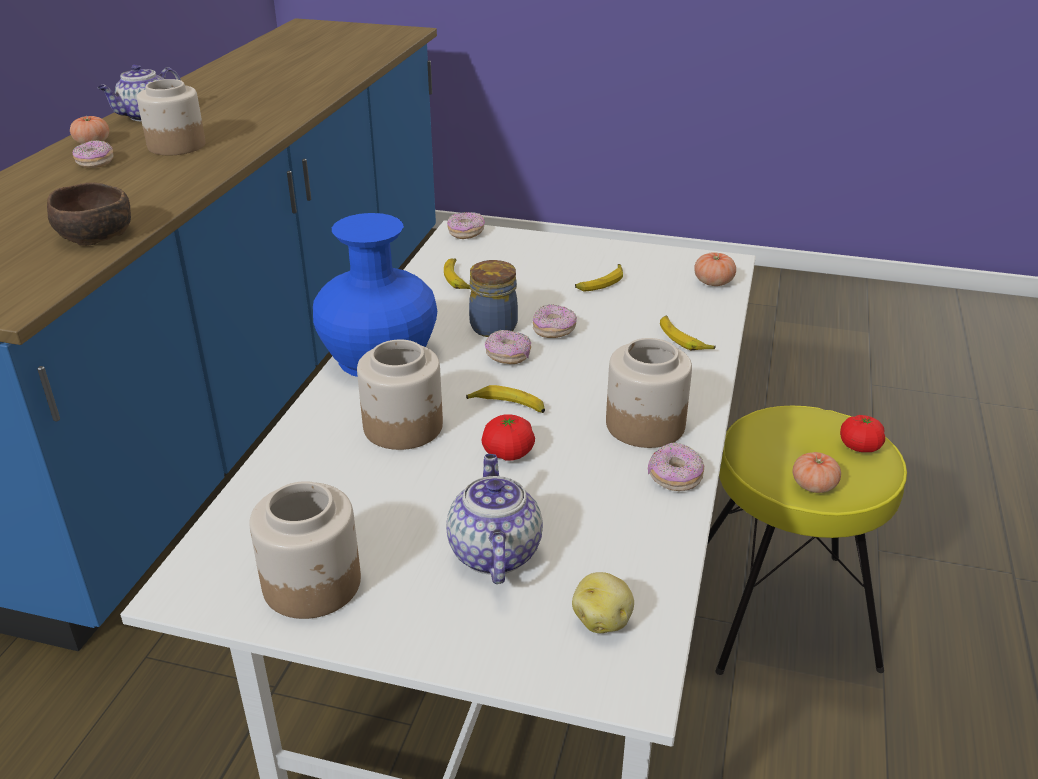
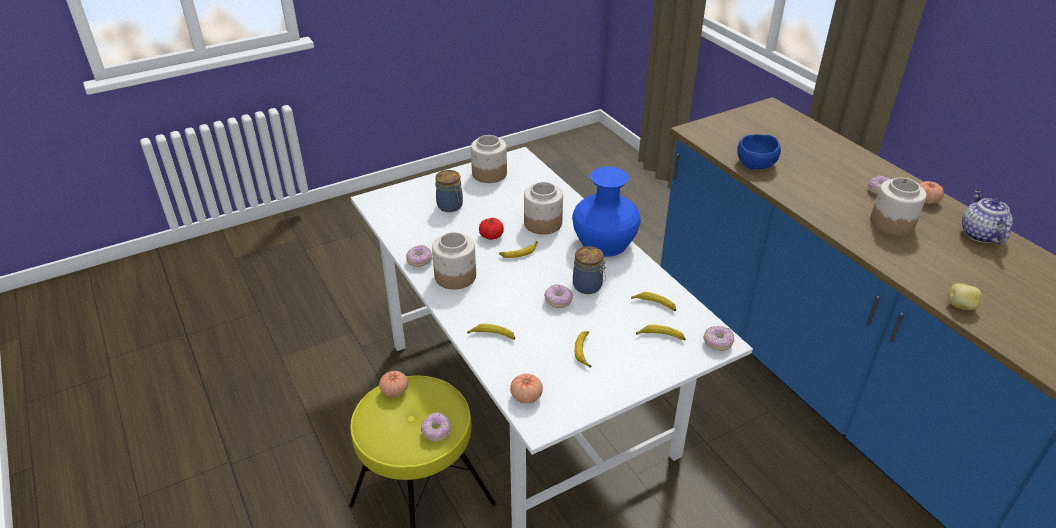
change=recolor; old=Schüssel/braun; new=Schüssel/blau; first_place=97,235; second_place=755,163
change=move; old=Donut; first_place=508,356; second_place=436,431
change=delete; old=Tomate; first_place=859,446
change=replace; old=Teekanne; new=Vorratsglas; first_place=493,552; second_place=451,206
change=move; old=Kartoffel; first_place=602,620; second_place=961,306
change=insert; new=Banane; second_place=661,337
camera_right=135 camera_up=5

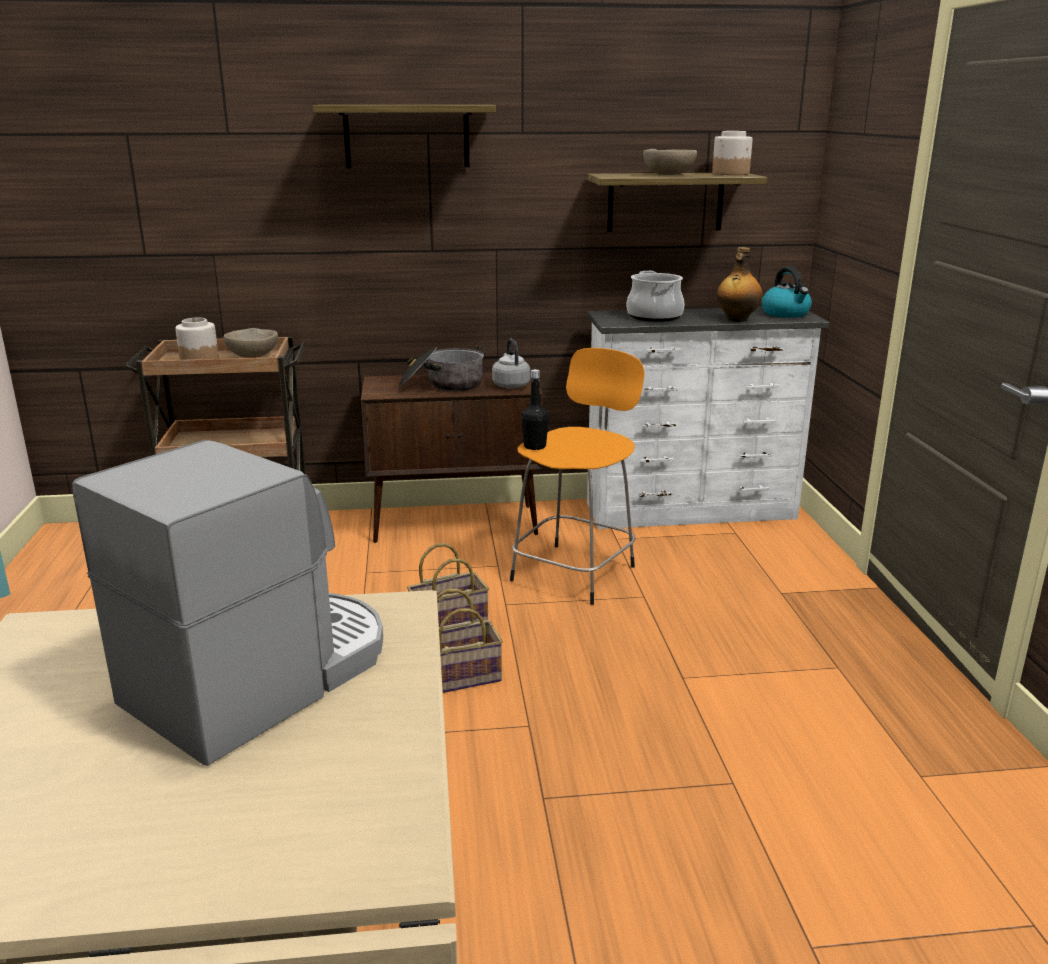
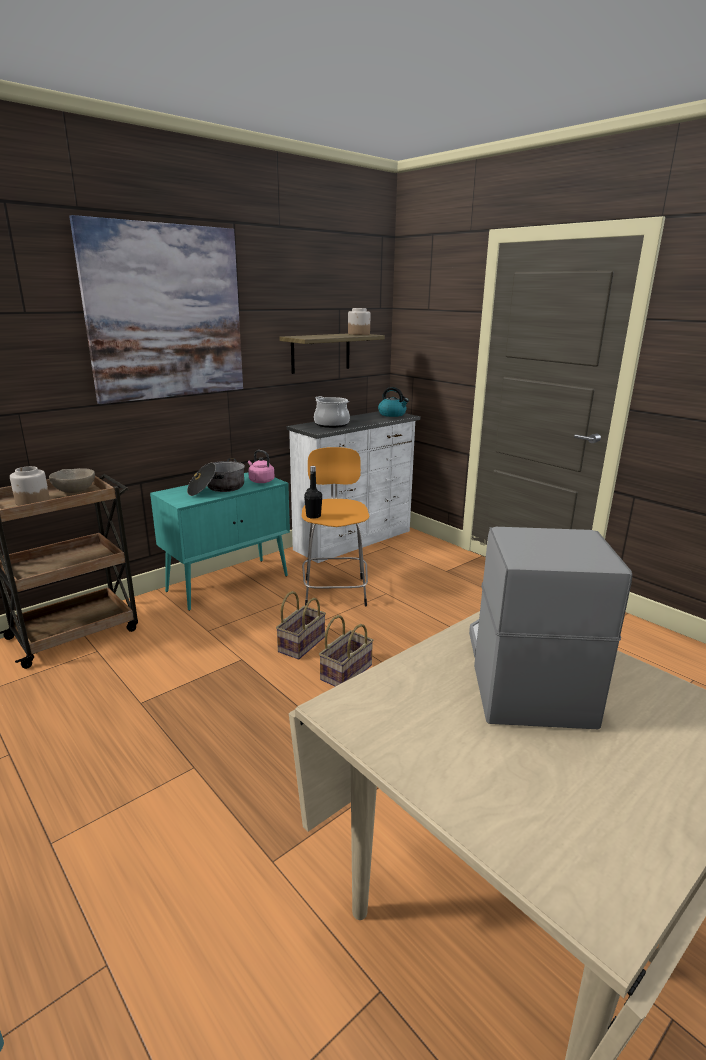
change=replace; old=Wandregal; new=Bild; first_place=406,136; second_place=166,313
change=delete; old=Schüssel/beige; first_place=669,175
change=delete; old=Flasche; first_place=736,320
change=recolor; old=Wasserkessel/grau; new=Wasserkessel/rosa; first_place=510,385; second_place=260,481
change=recolor; old=Schrank/braun; new=Schrank/türkis; first_place=456,524; second_place=229,583
camera_right=-35 camera_up=0

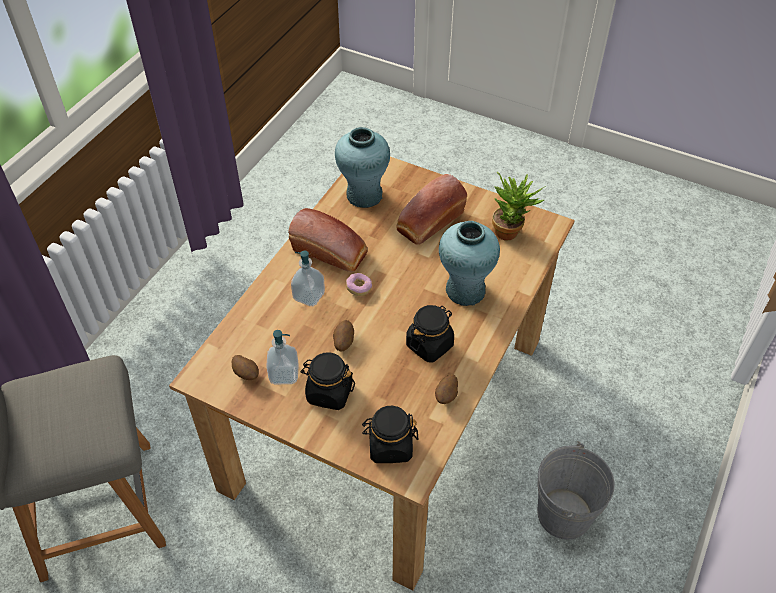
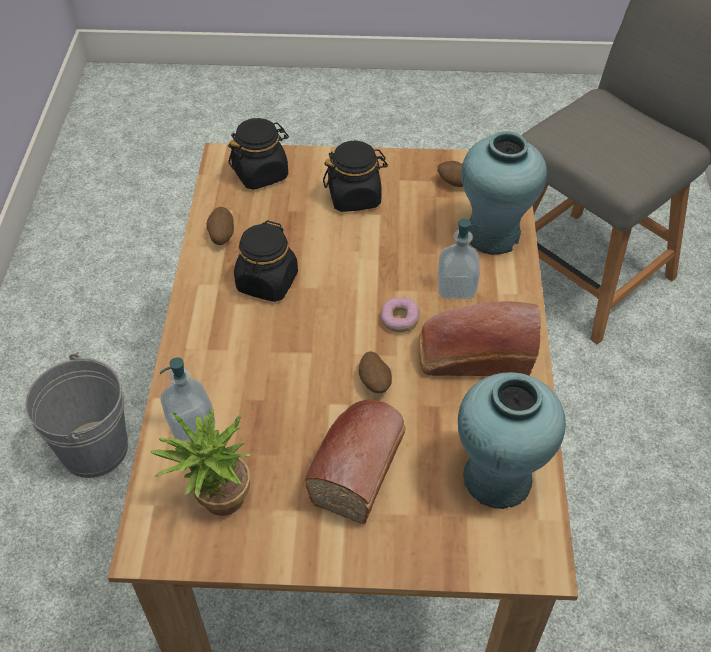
change=move; old=Vase/türkis; first_place=465,290; second_place=493,234
change=move; old=Kartoffel; first_place=343,342; second_place=375,382
change=move; old=Seifenspender; first_place=284,374; second_place=191,424
camera_right=155 camera_up=0

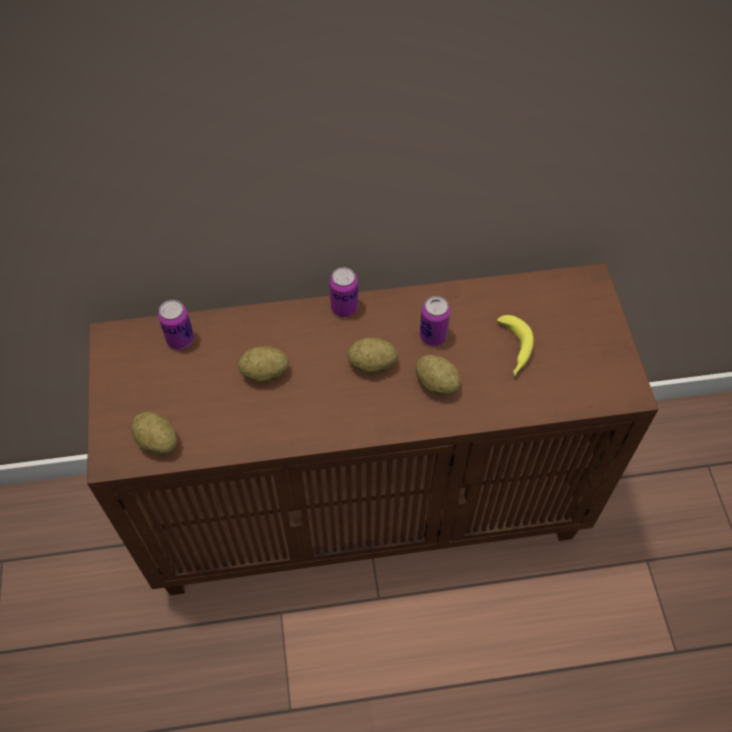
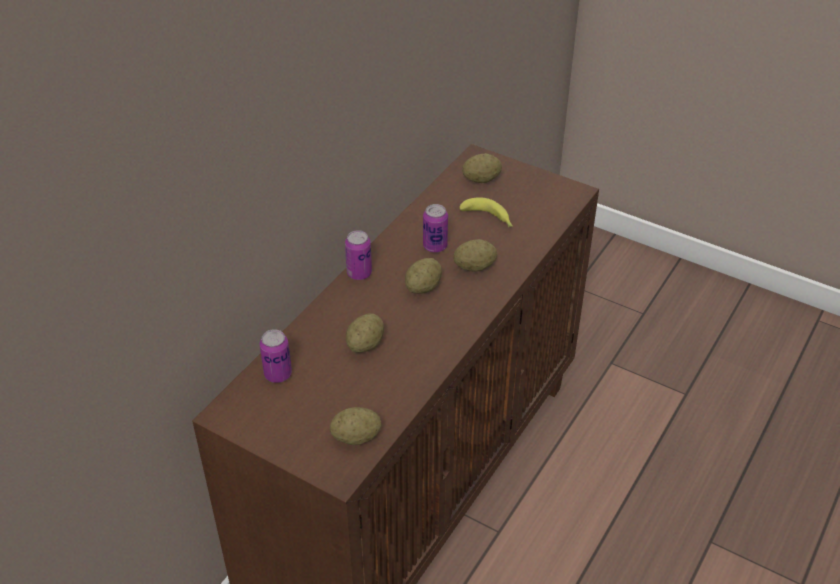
change=insert; new=Kartoffel; second_place=481,179
camera_right=-50 camera_up=-15

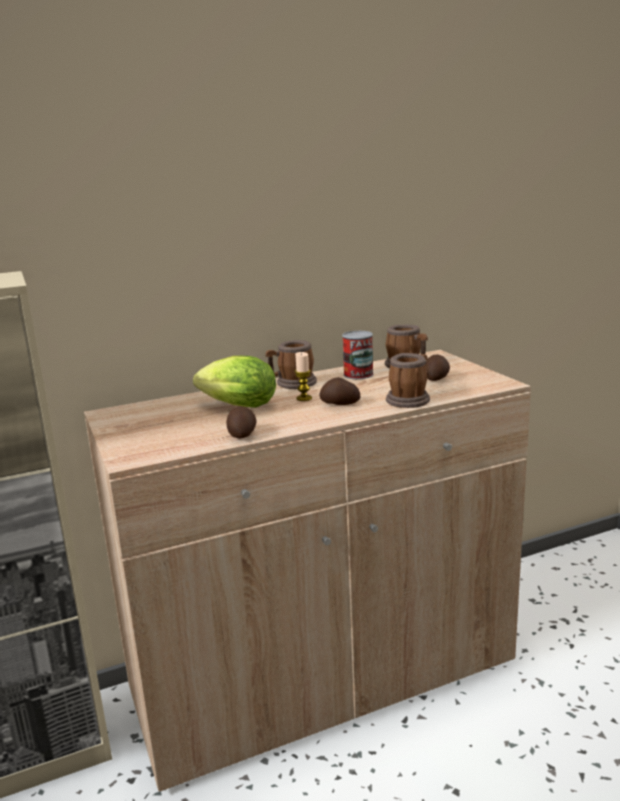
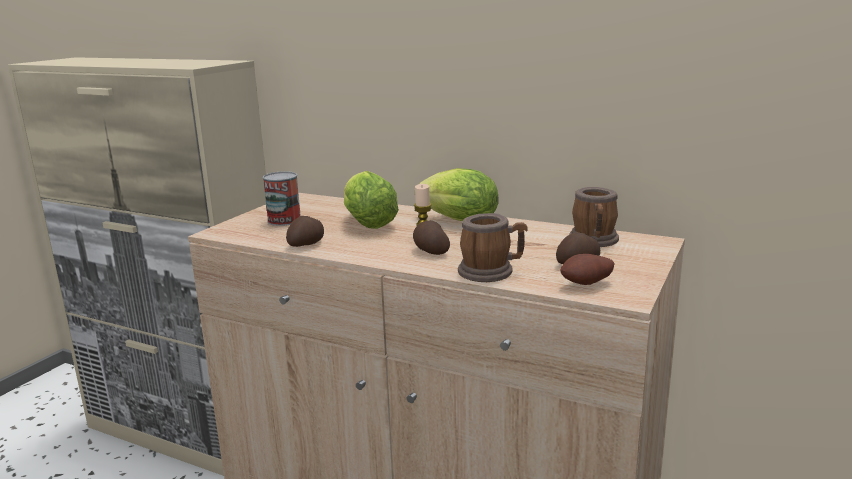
change=move; old=Dose; first_place=358,374; second_place=284,220
change=replace; old=Henkelbecher; new=Salatkopf; first_place=292,383; second_place=454,220
change=insert; new=Kartoffel; second_place=587,284
camera_right=50 camera_up=0

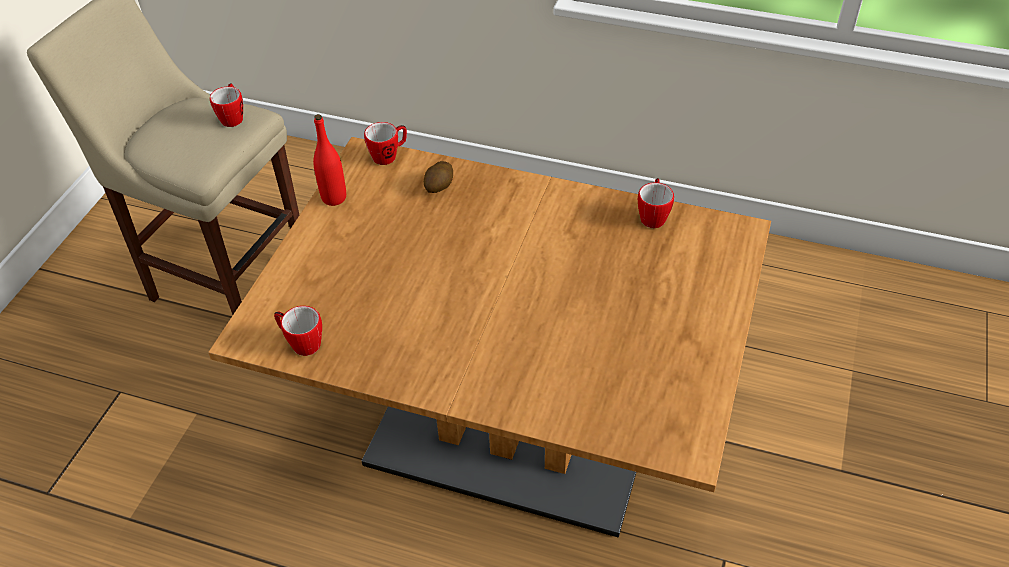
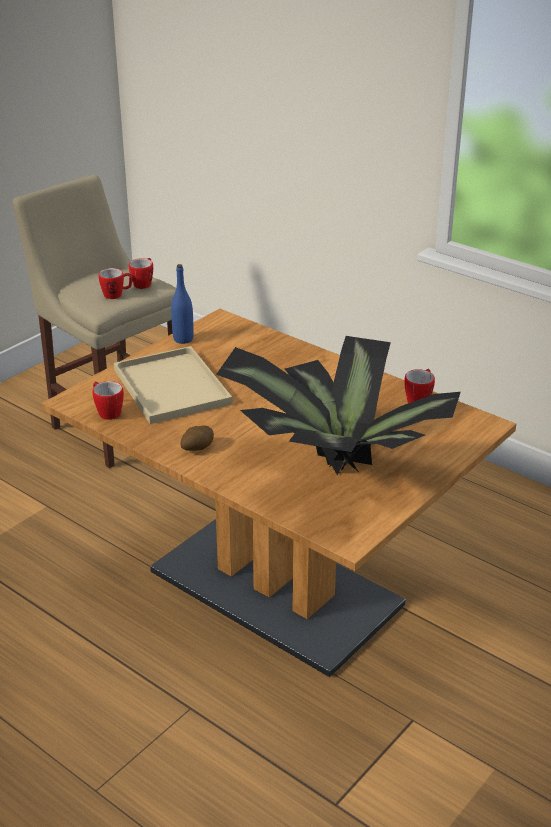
change=recolor; old=Flasche/rot; new=Flasche/blau; first_place=334,198; second_place=183,339
change=move; old=Henkelbecher; first_place=389,155; second_place=117,295
change=move; old=Kartoffel; first_place=439,186; second_place=197,448
change=insert; new=Topfpflanze; second_place=331,465
change=insert; new=Tablett/beige; second_place=169,386
camera_right=20 camera_up=-15

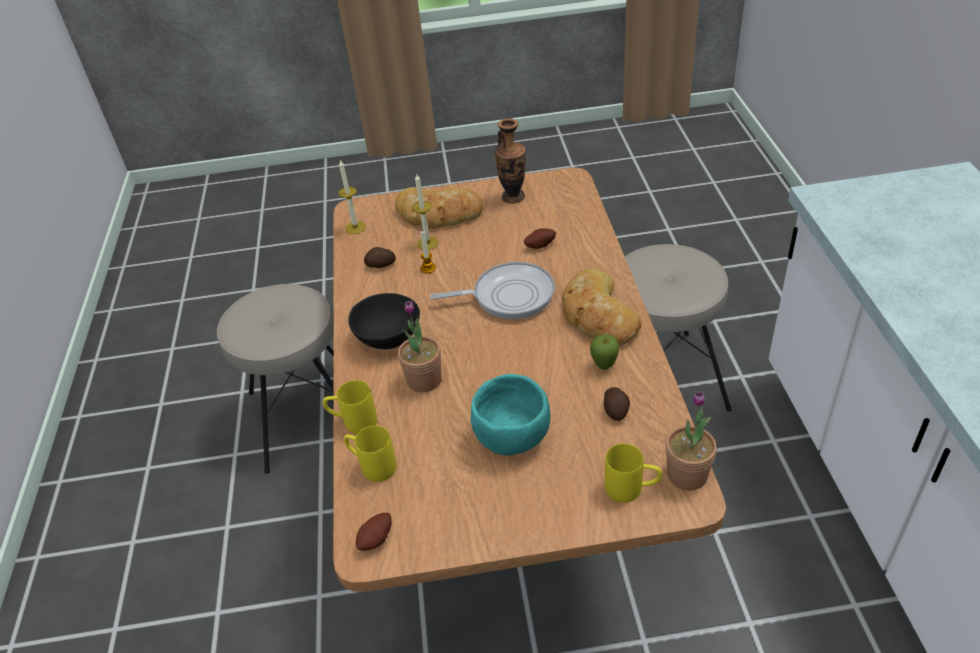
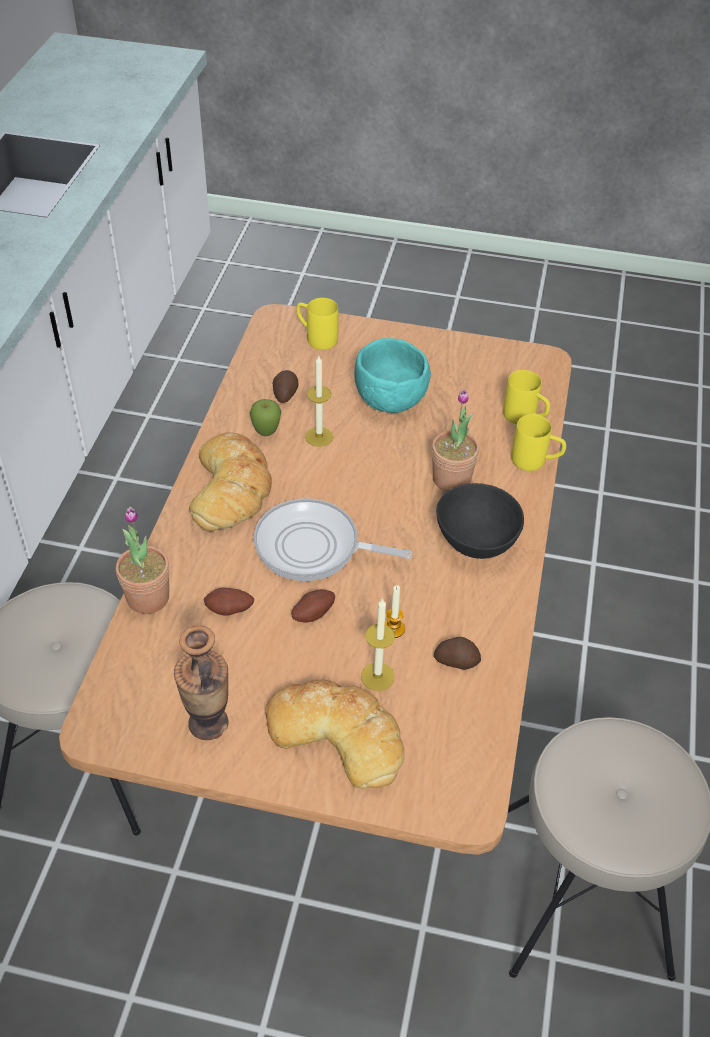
change=move; old=Kerze; first_place=355,228; second_place=319,437
change=move; old=Topfpflanze; first_place=687,475; second_place=148,597
change=move; old=Kartoffel; first_place=377,539; second_place=312,613
camera_right=-165 camera_up=5

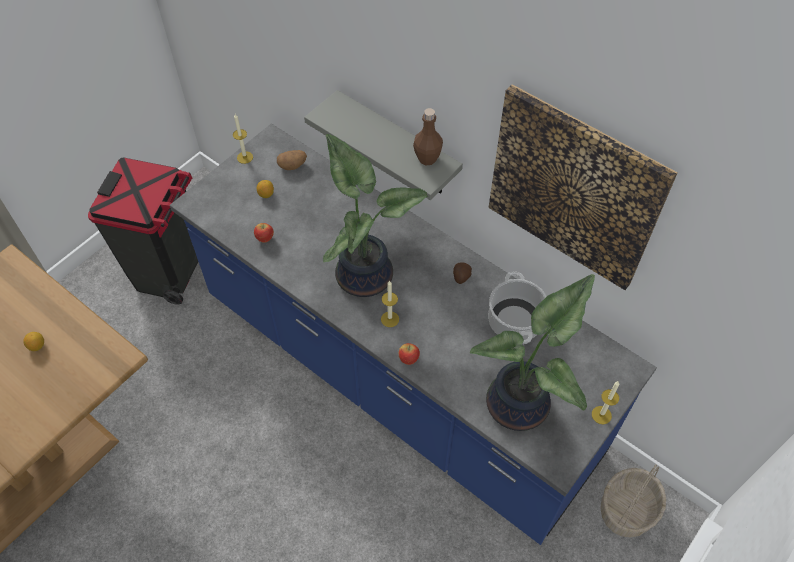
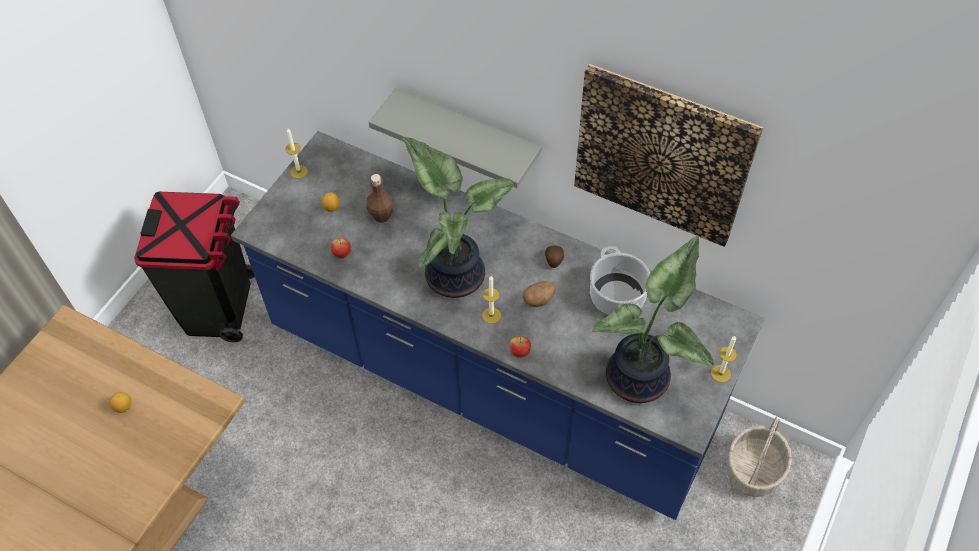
change=move; old=Flasche/braun; first_place=427,158; second_place=381,216
change=move; old=Kartoffel; first_place=292,165; second_place=539,299
camera_right=-10 camera_up=0

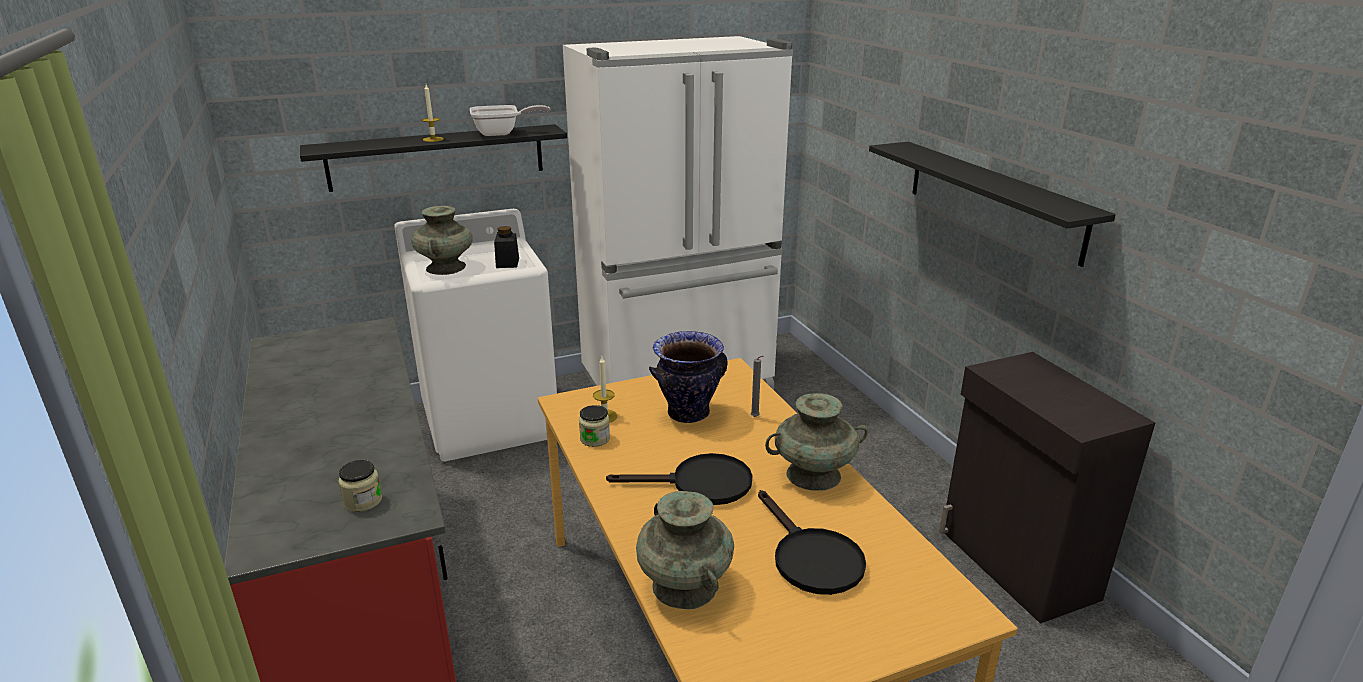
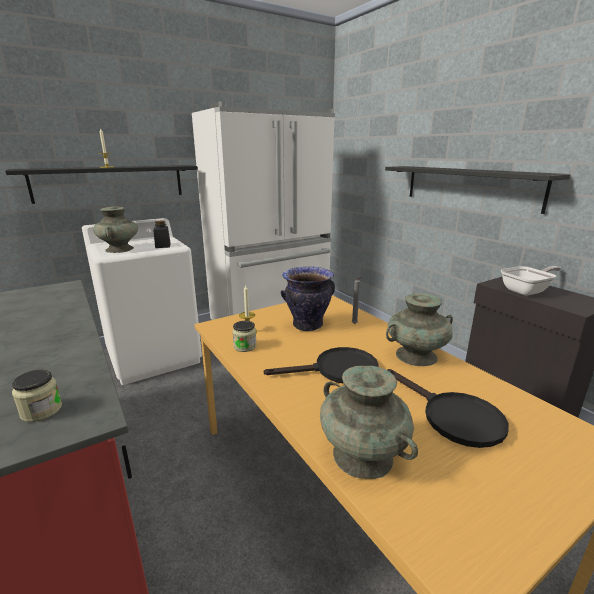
change=move; old=Pfanne; first_place=502,133; second_place=527,291
camera_right=-10 camera_up=-5

